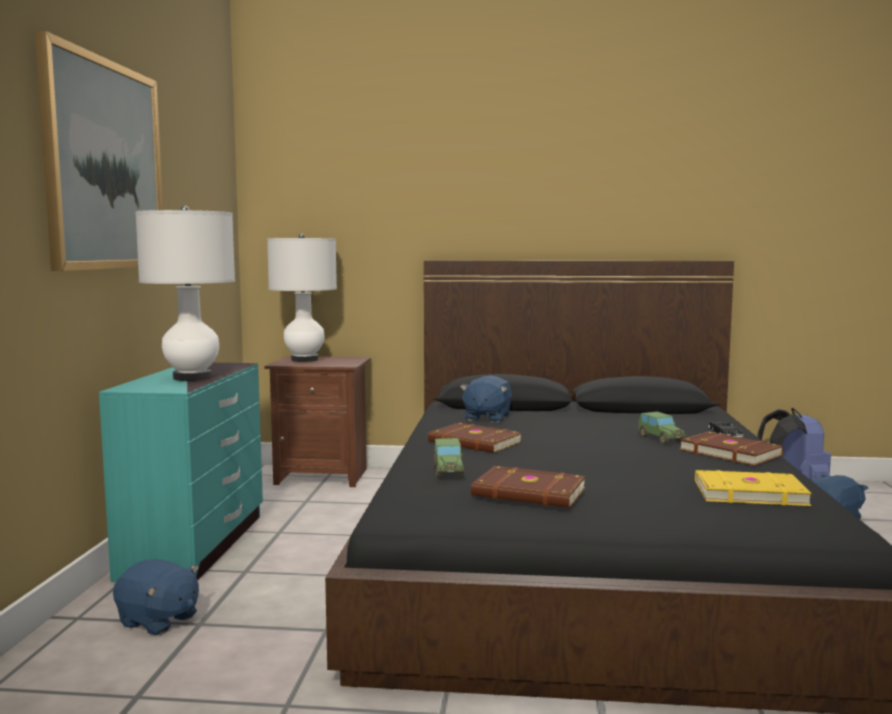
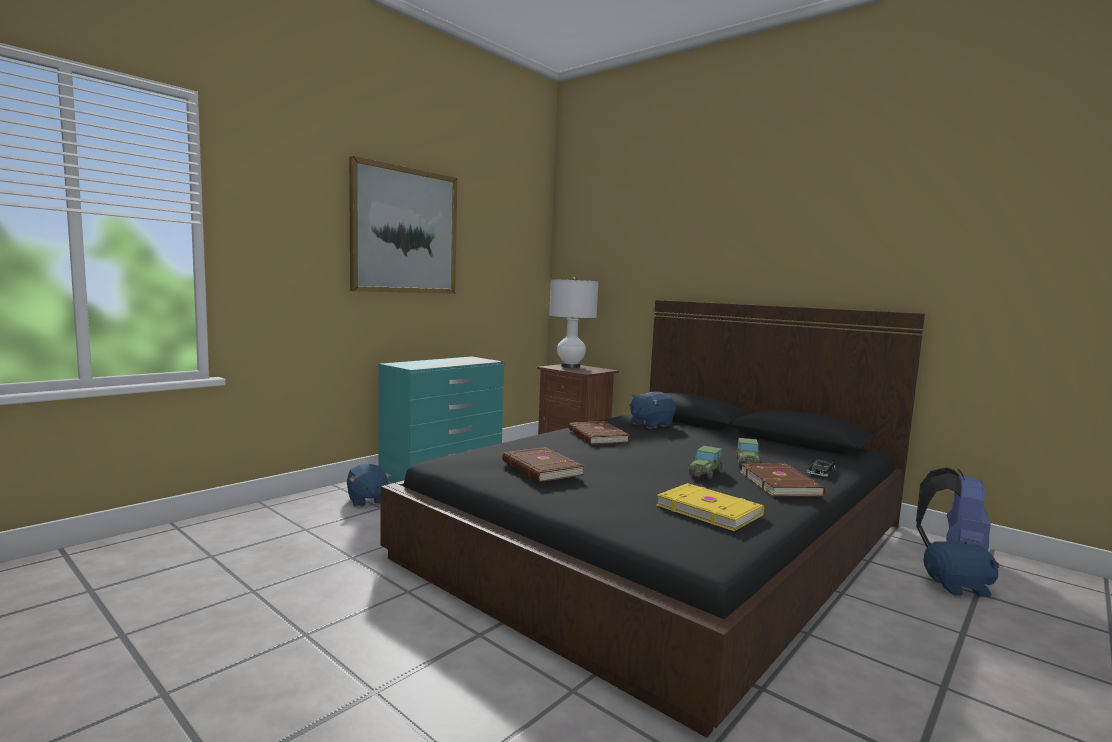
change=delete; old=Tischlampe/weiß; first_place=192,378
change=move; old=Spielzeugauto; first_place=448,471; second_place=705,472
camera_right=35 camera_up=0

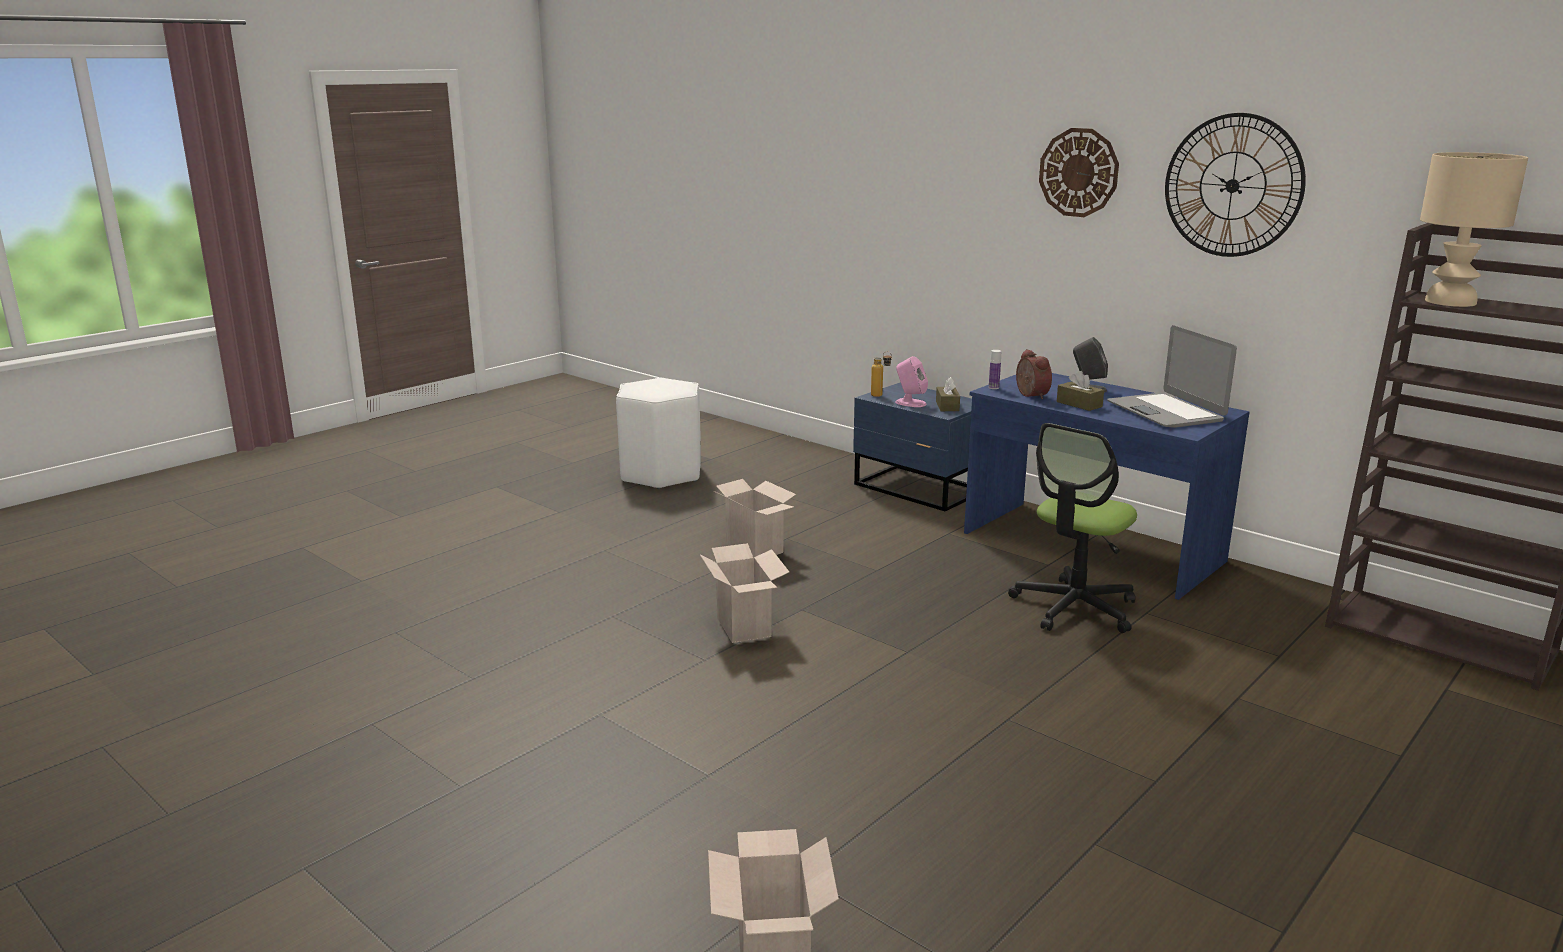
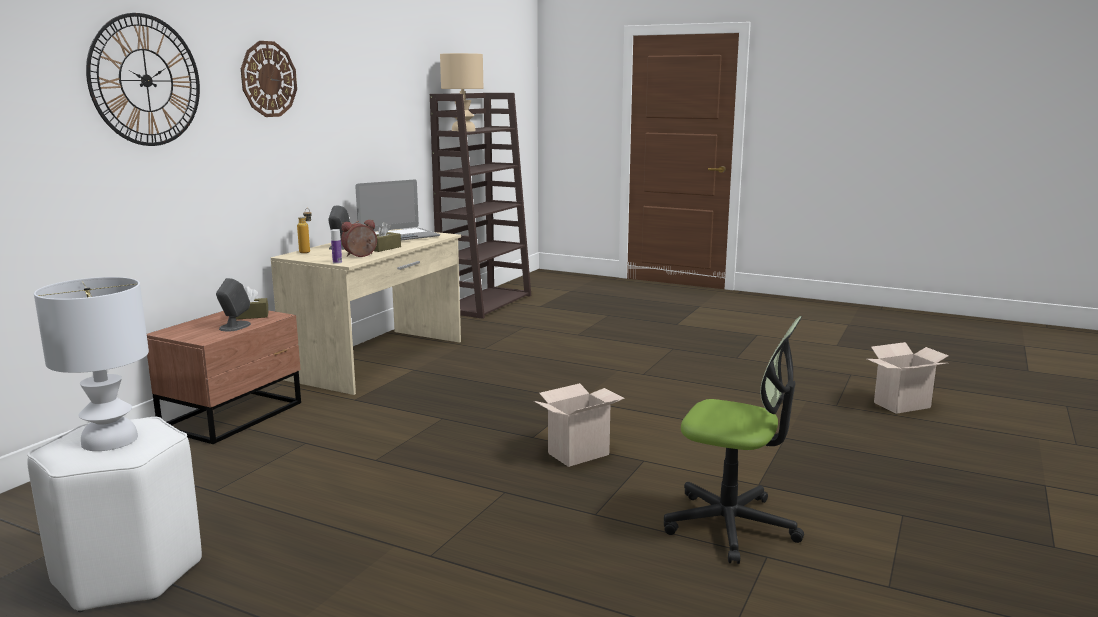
change=move; old=Wanduhr; first_place=1232,185; second_place=146,80
change=move; old=Flasche; first_place=880,396; second_place=307,251
change=recolor; old=Lautsprecher/rosa; new=Lautsprecher/grau; first_place=910,403; second_place=234,326
change=recolor; old=Schreibtisch/blau; new=Schreibtisch/beige; first_place=1090,547; second_place=378,360
change=recolor; old=Nachttisch/blau; new=Nachttisch/braun; first_place=919,489; second_place=235,416
change=move; old=Bürostuhl; first_place=1074,608; second_place=731,526
change=delete; old=Karton; first_place=756,549
change=insert; new=Tischlampe/weiß; second_place=111,440
camera_right=-105 camera_up=-5

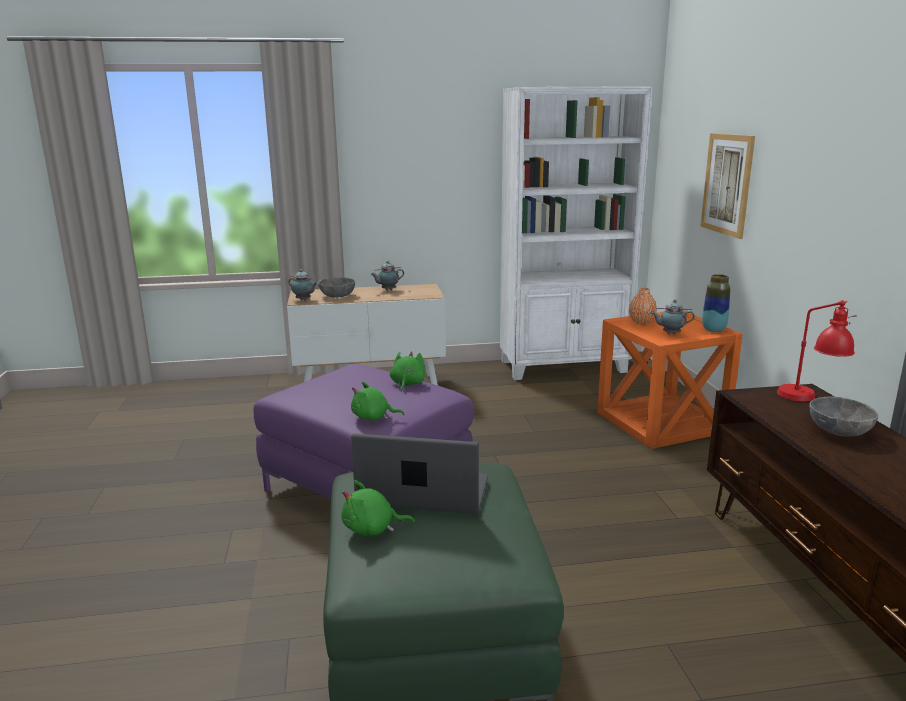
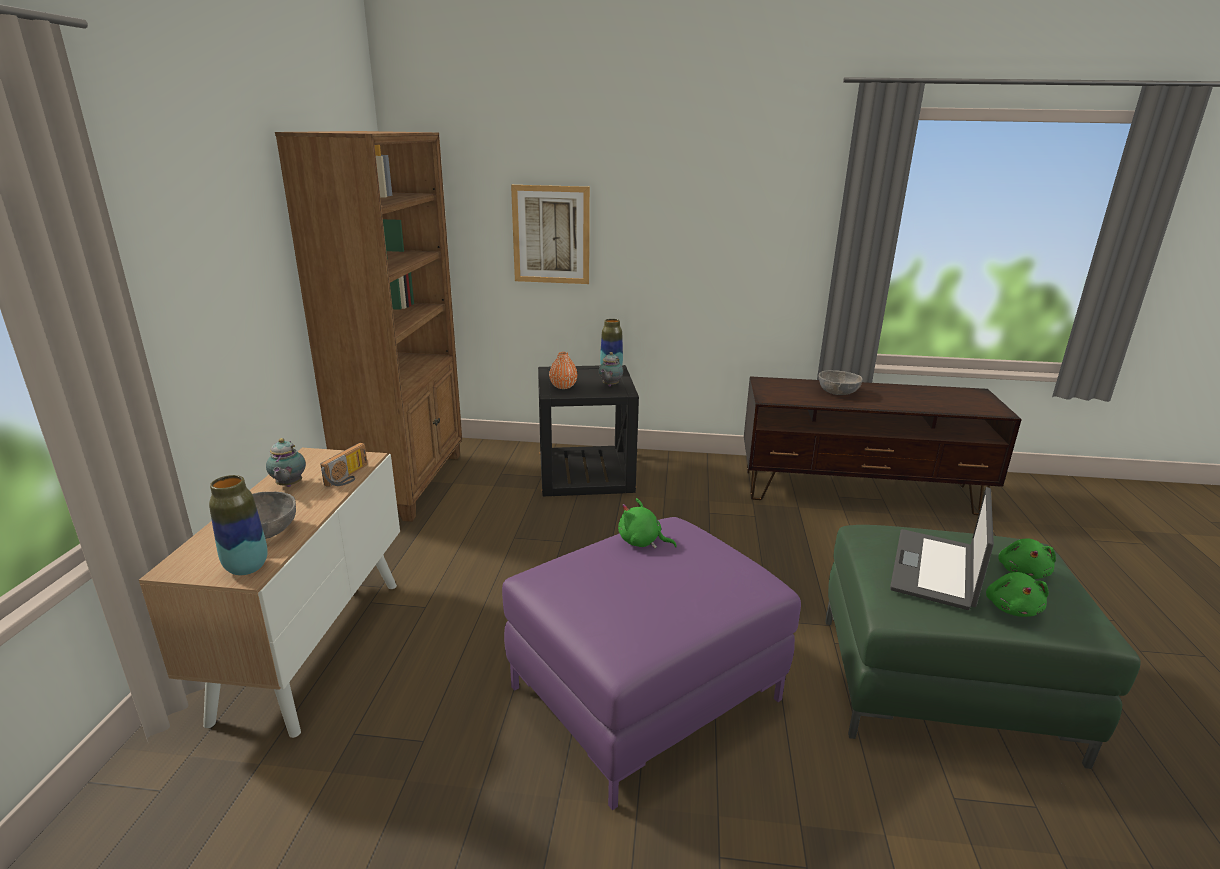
change=recolor; old=Bücherregal/weiß; new=Bücherregal/braun; first_place=564,367; second_place=407,483
change=replace; old=Teekanne; new=Vase; first_place=304,300; second_place=247,568
change=delete; old=Tischlampe/rot; first_place=810,399
change=recolor; old=Beistelltisch/orange; new=Beistelltisch/schwarz; first_place=661,422; second_place=585,473
change=move; old=Plüschtier/grün; first_place=373,418; second_place=1022,572
change=insert; new=Radio; second_place=349,477
camera_right=-75 camera_up=5

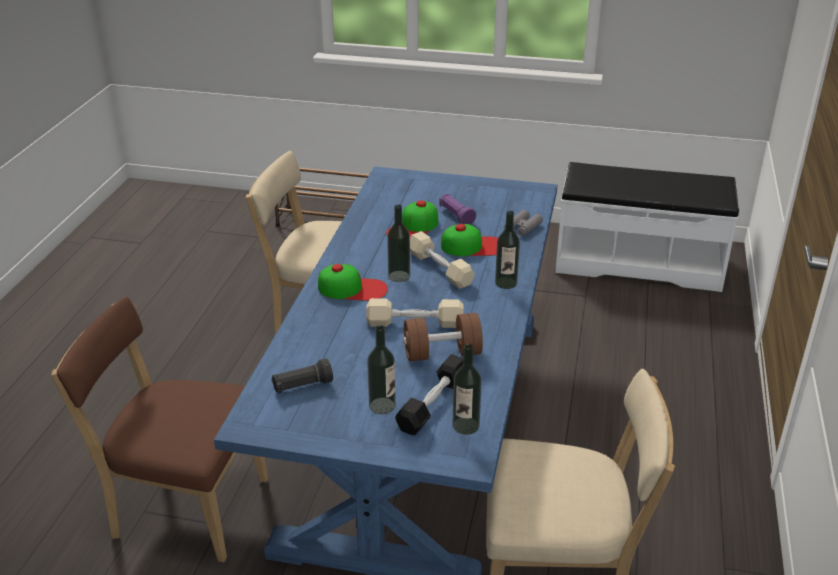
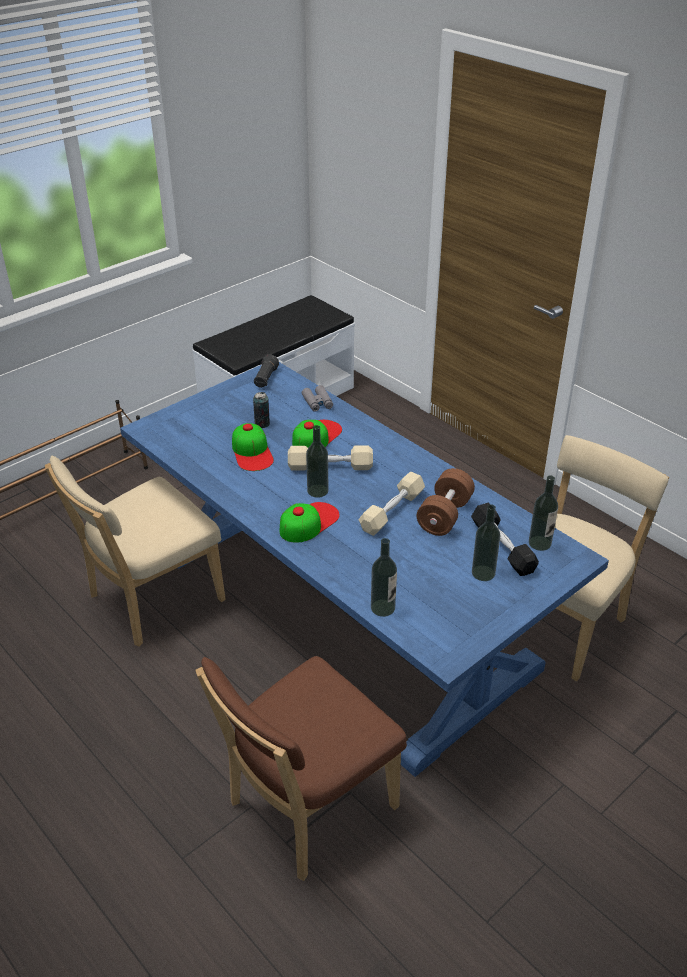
change=replace; old=Taschenlampe/lila; new=Dose; first_place=456,216; second_place=262,424
change=move; old=Flasche; first_place=506,283; second_place=383,608
change=move; old=Taschenlampe/schwarz; first_place=302,386; second_place=265,379
camera_right=-55 camera_up=5

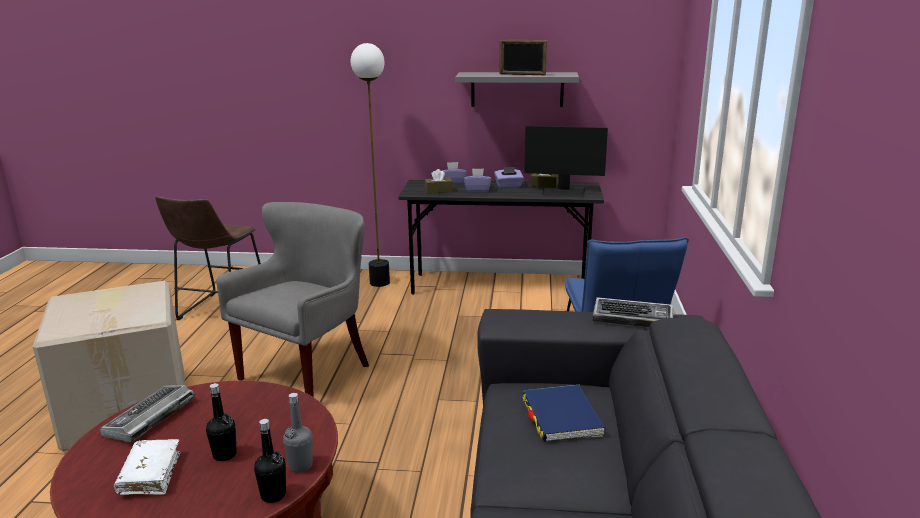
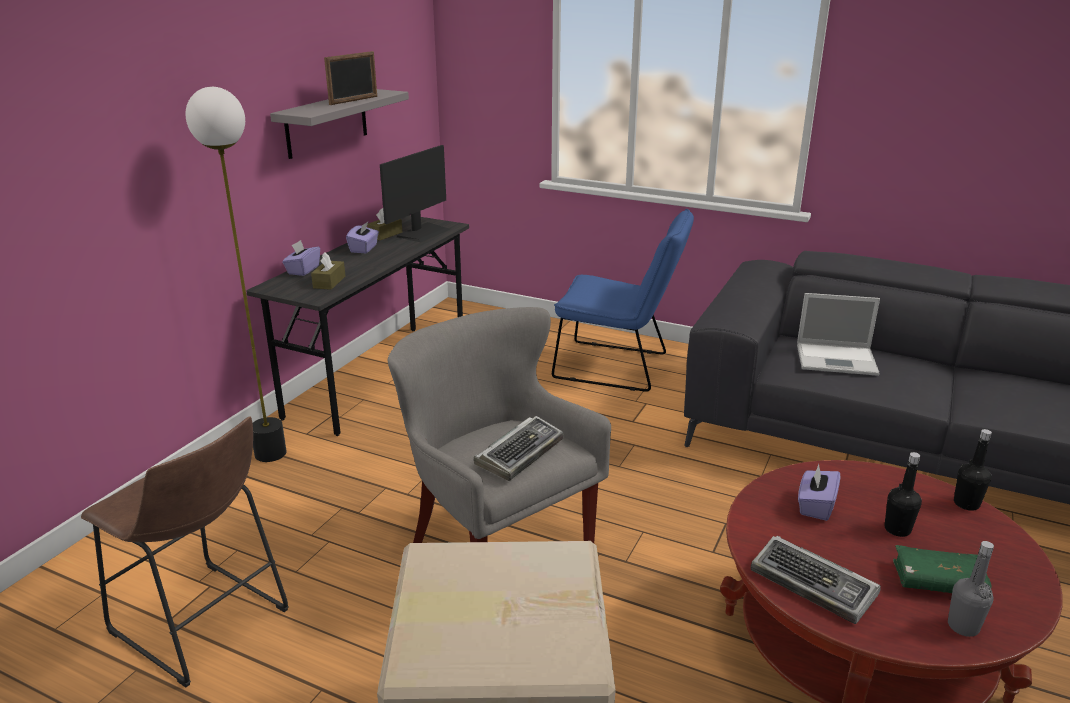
change=move; old=Taschentuchbox/lila; first_place=477,189; second_place=815,506
change=move; old=Tastatur; first_place=633,319; second_place=520,453
change=replace; old=Buch/blau; new=Laptop; first_place=561,417; second_place=838,359
change=move; old=Flasche/grau; first_place=300,466; second_place=963,626
change=recolor; old=Buch/weiß; new=Buch/grün; first_place=150,475; second_place=938,582
camera_right=-70 camera_up=5

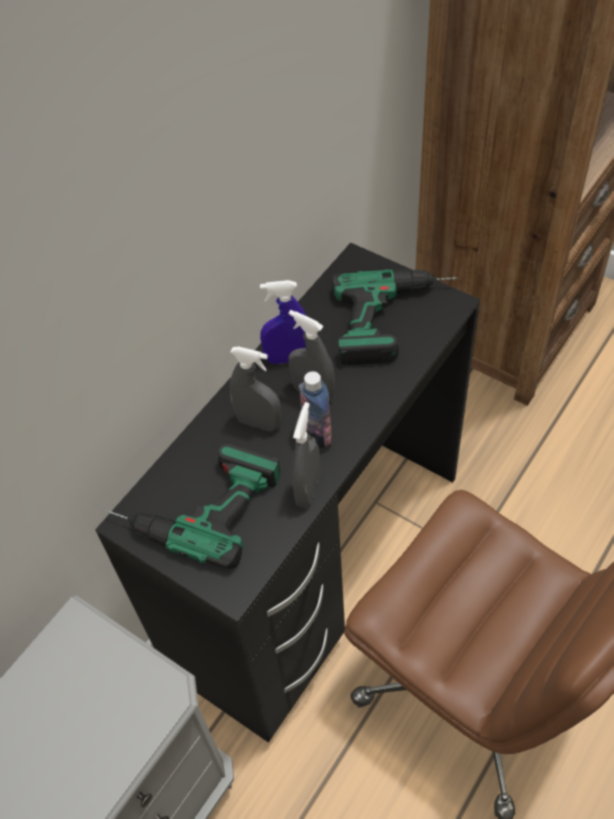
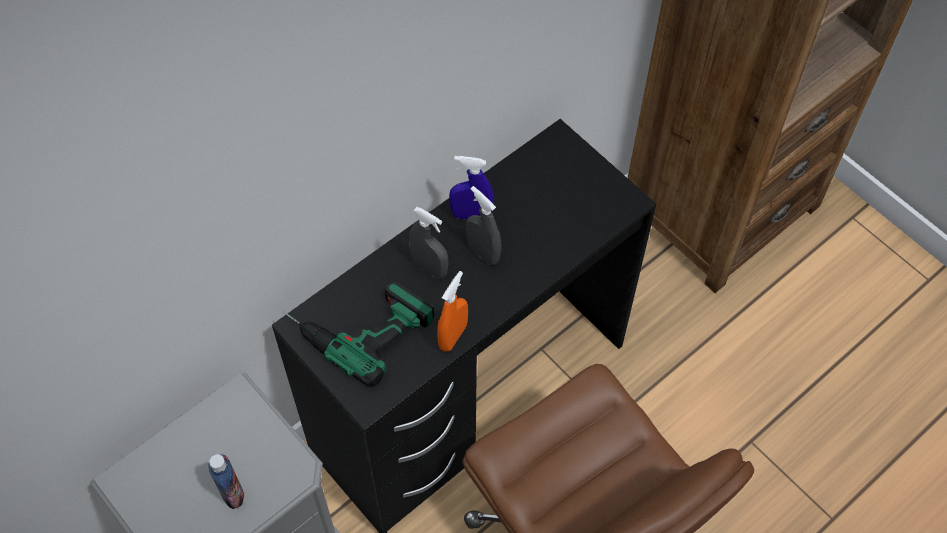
change=delete; old=Bohrmaschine; first_place=398,319
change=move; old=Flasche; first_place=317,436; second_place=232,493
change=recolor; old=Sprühflasche/grau; new=Sprühflasche/orange; first_place=308,489; second_place=453,336
camera_right=10 camera_up=5

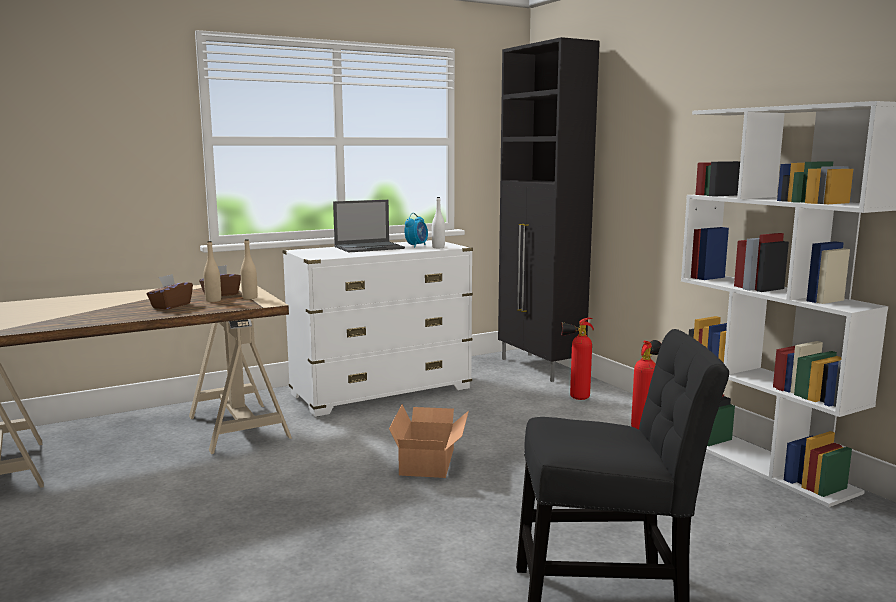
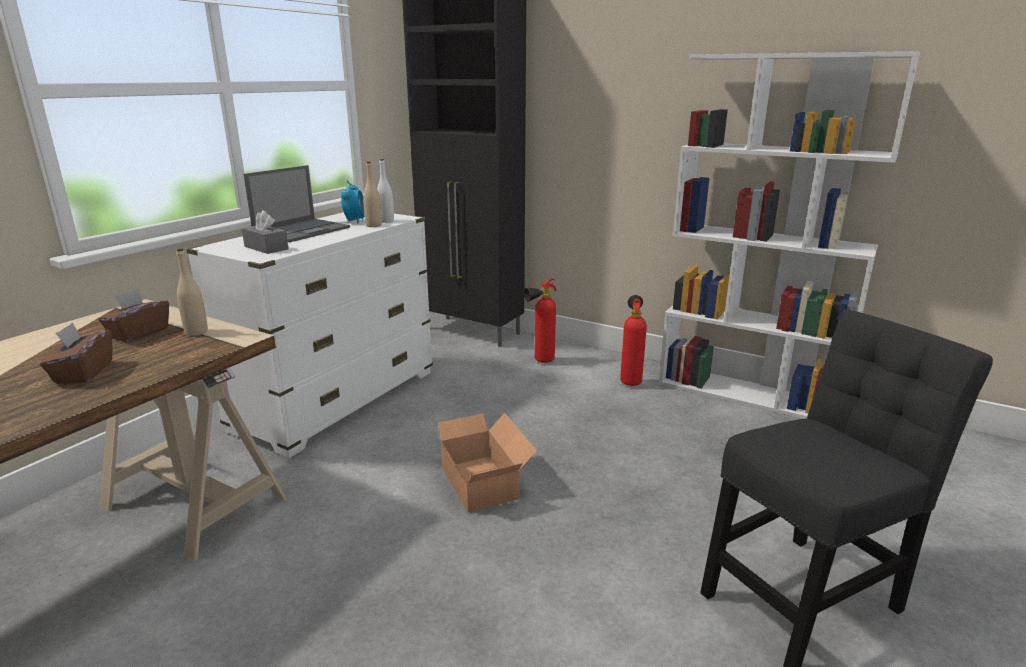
change=move; old=Flasche/beige; first_place=213,300; second_place=373,225
change=insert; new=Taschentuchbox/grau; second_place=266,248
camera_right=-30 camera_up=10

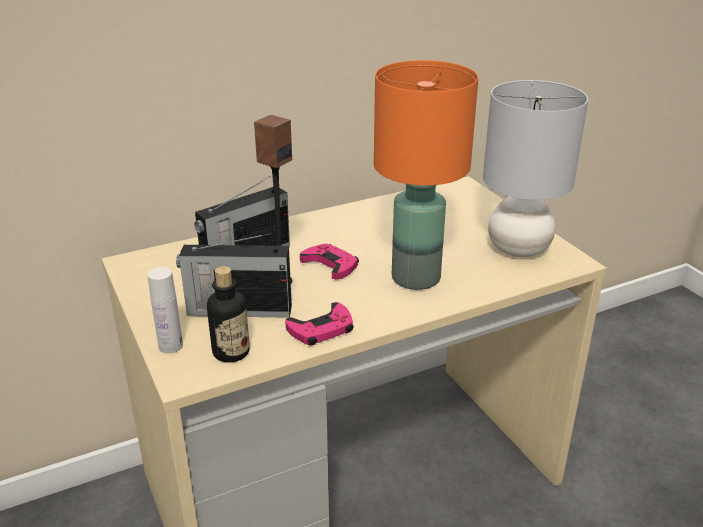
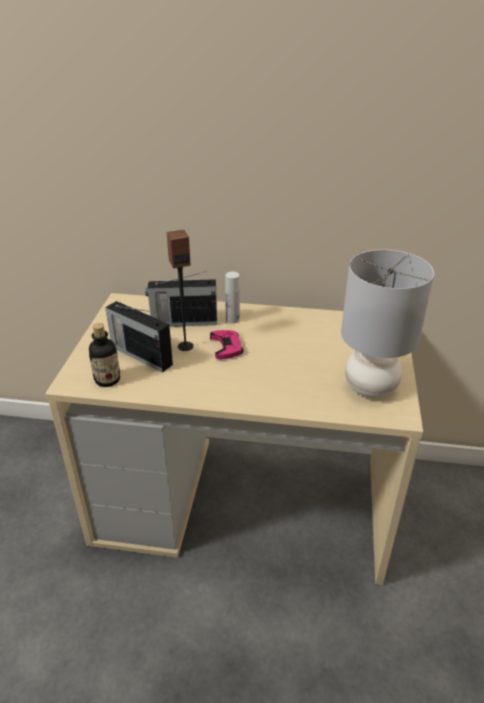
change=delete; old=Tischlampe/orange; first_place=416,278
change=move; old=Flasche/weiß; first_place=170,346; second_place=232,319
change=delete; old=Gamepad/rosa; first_place=321,329
camera_right=35 camera_up=5

